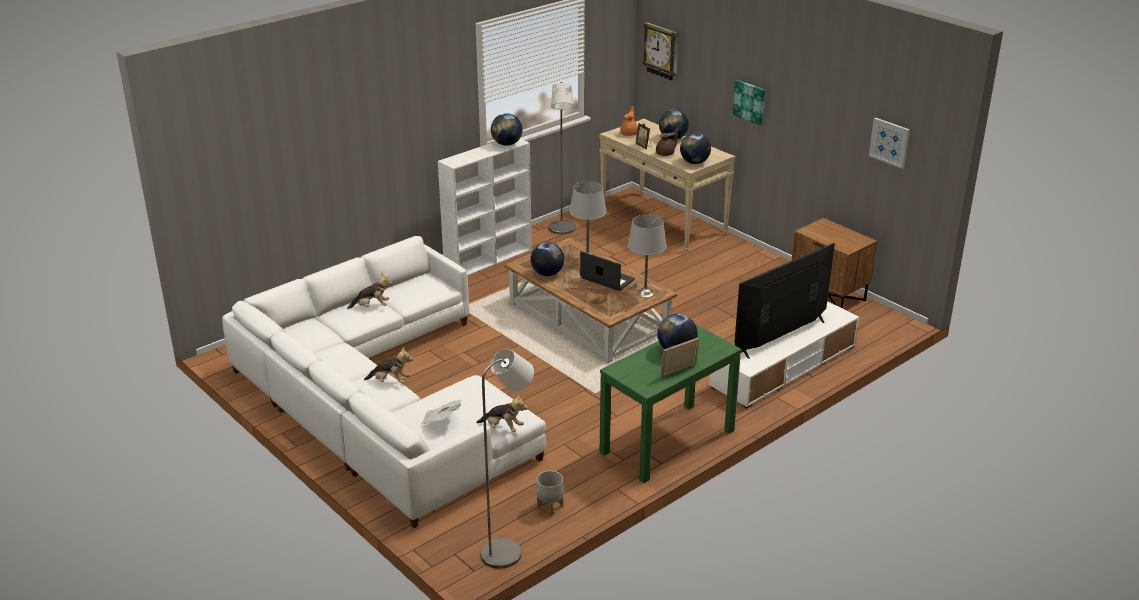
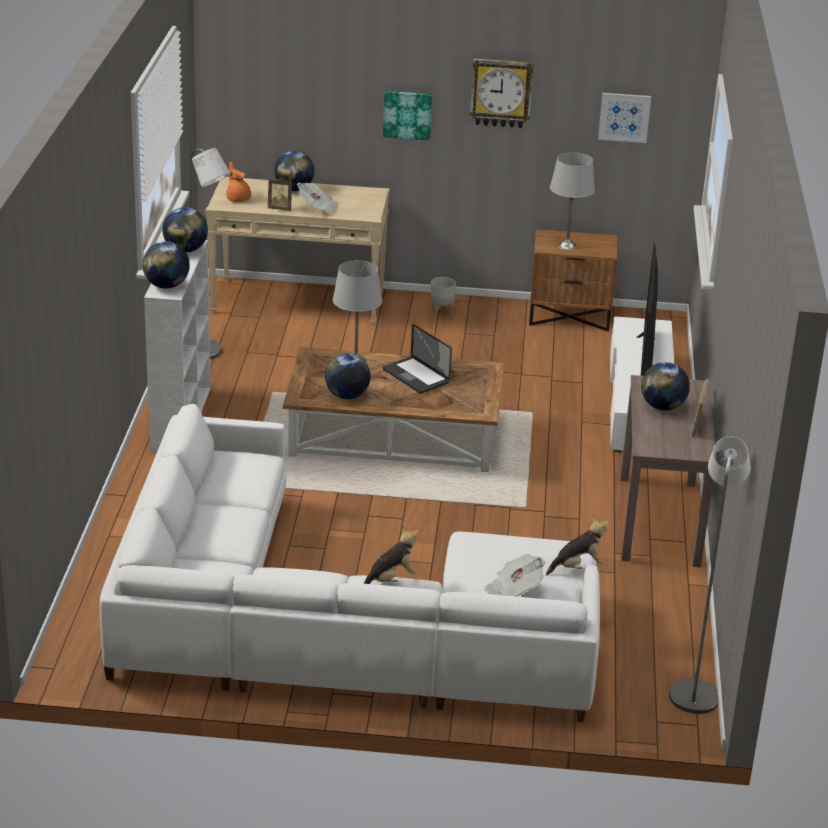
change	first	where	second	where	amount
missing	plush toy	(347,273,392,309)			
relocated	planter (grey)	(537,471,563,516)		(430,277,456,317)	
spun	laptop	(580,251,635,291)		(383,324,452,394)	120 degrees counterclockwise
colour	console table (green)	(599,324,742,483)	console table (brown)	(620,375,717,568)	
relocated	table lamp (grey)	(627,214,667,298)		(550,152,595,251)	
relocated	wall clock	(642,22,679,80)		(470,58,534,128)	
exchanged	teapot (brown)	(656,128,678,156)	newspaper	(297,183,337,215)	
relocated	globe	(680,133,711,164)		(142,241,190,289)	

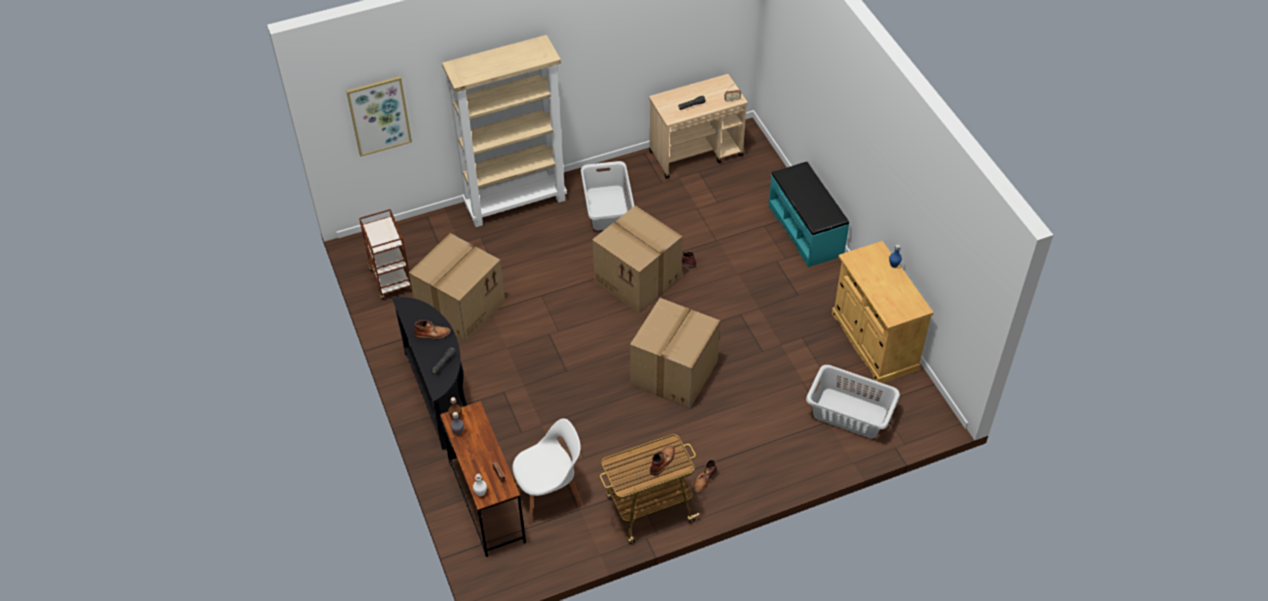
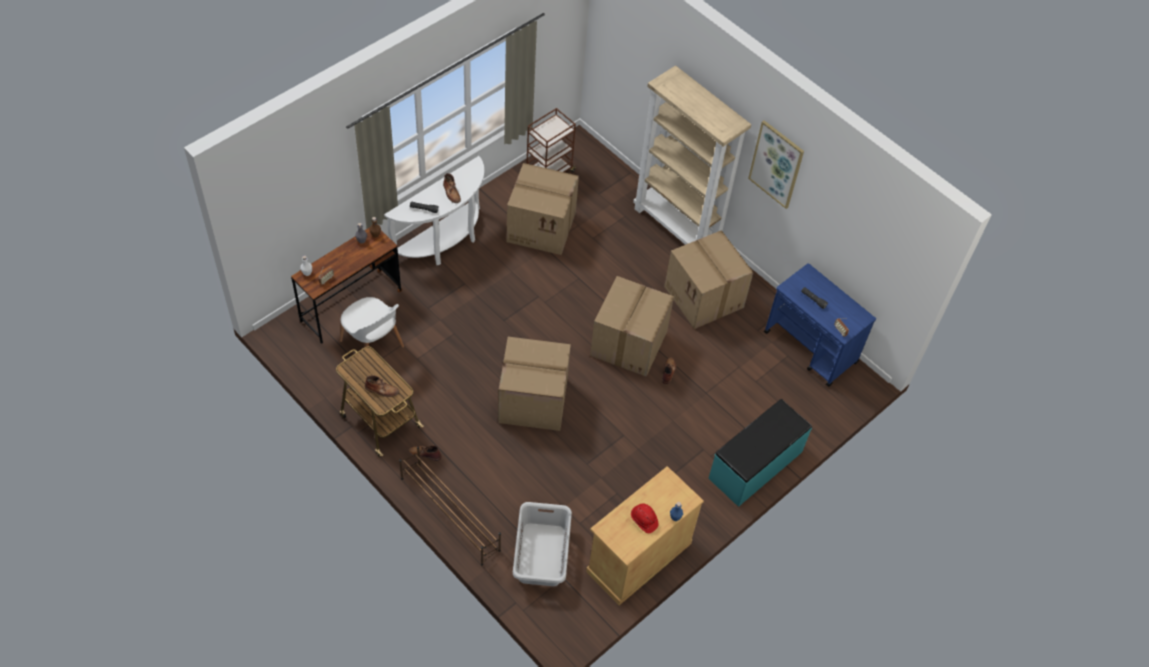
change	first	where	second	where	amount
relocated	picture	(346,76,412,157)		(748,120,804,209)	
colour	console table (black)	(392,297,467,450)	console table (white)	(384,156,484,265)	
exchanged	laundry basket (grey)	(581,161,634,230)	cardboard box	(664,230,754,329)	
colour	cart (beige)	(649,74,748,179)	cart (blue)	(764,263,876,387)	
appeared			shoe rack (brown)	(399,447,501,565)	
appeared			hard hat (red)	(631,504,659,533)	

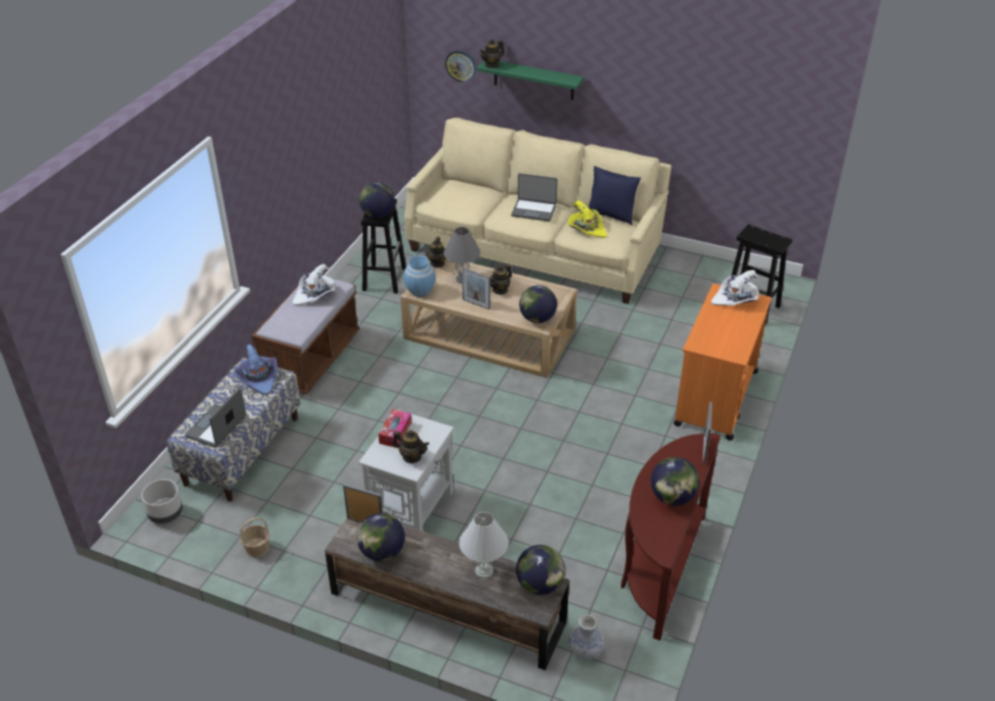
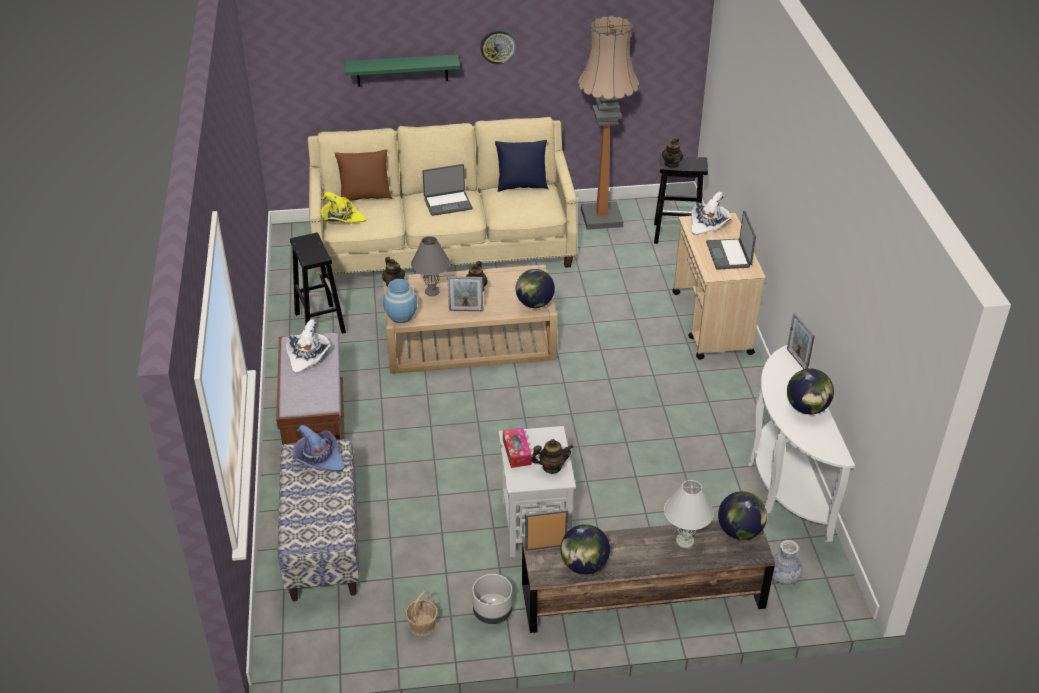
change	first	where	second	where	amount
relocated	planter (grey)	(141,479,183,524)		(472,574,512,624)	
relocated	laptop	(185,387,246,448)		(706,211,756,270)	
missing	globe	(359,182,395,218)			
relocated	wall clock	(445,50,476,82)		(480,30,516,64)	
relocated	teapot	(479,39,504,69)		(662,138,683,168)	
relocated	hat (yellow)	(568,200,607,238)		(321,192,366,224)	
colour	console table (brown)	(621,433,721,641)	console table (white)	(748,345,855,542)	
colour	cart (orange)	(674,284,771,441)	cart (beige)	(672,213,765,360)	
appeared			pillow (brown)	(334,149,392,201)	
appeared			floor lamp	(578,15,639,230)	

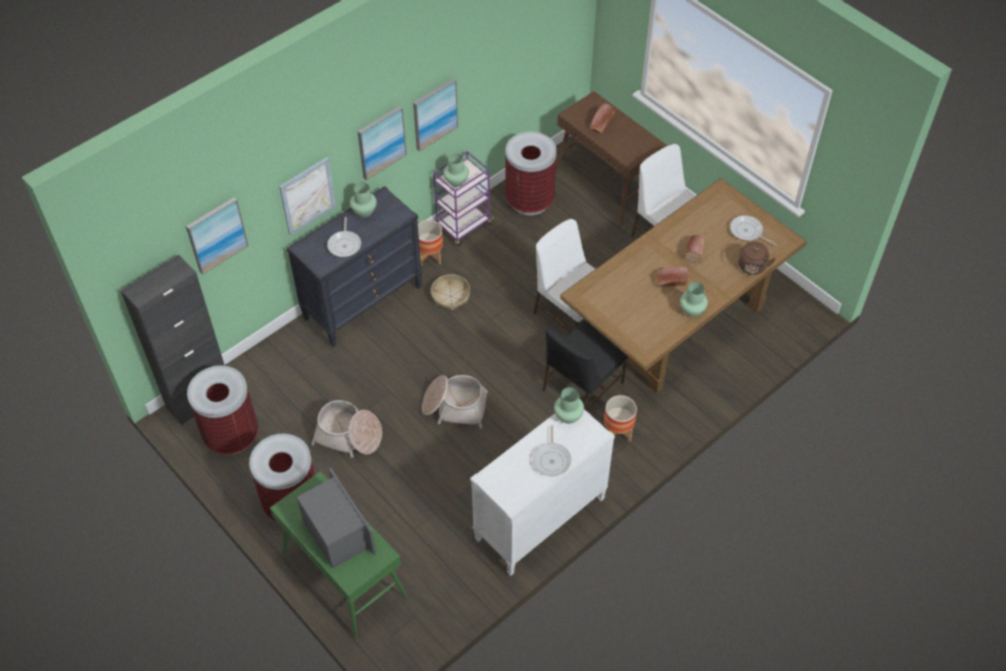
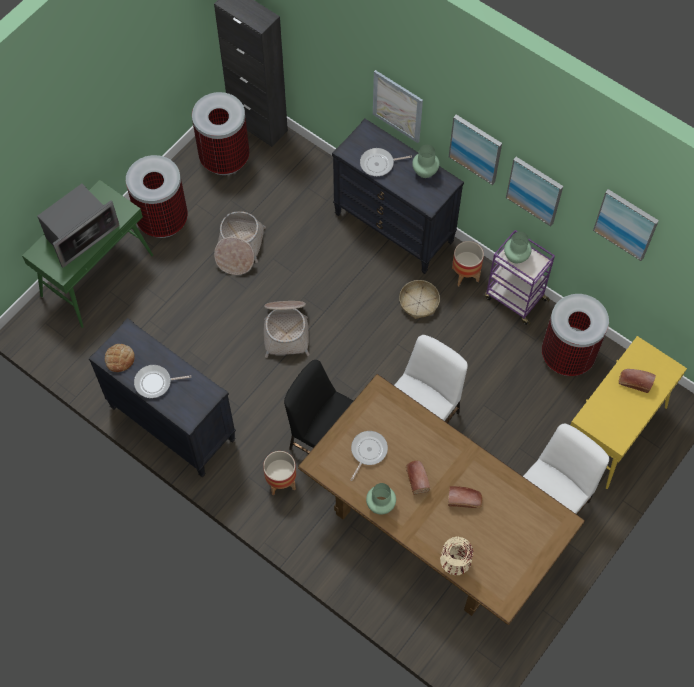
change	first	where	second	where	amount
relocated	picture	(186,197,248,275)		(593,189,659,261)	
colour	dresser (white)	(470,409,615,576)	dresser (black)	(88,318,236,478)	
missing	vase (green)	(554,387,584,424)			
colour	console table (brown)	(556,91,667,225)	console table (yellow)	(570,336,687,489)	
relocated	frying pan	(730,215,777,246)		(350,431,388,481)	
exchanged	kettle (brown)	(738,241,776,275)	vase (beige)	(440,537,473,575)	
appeared			bread	(105,344,135,372)	

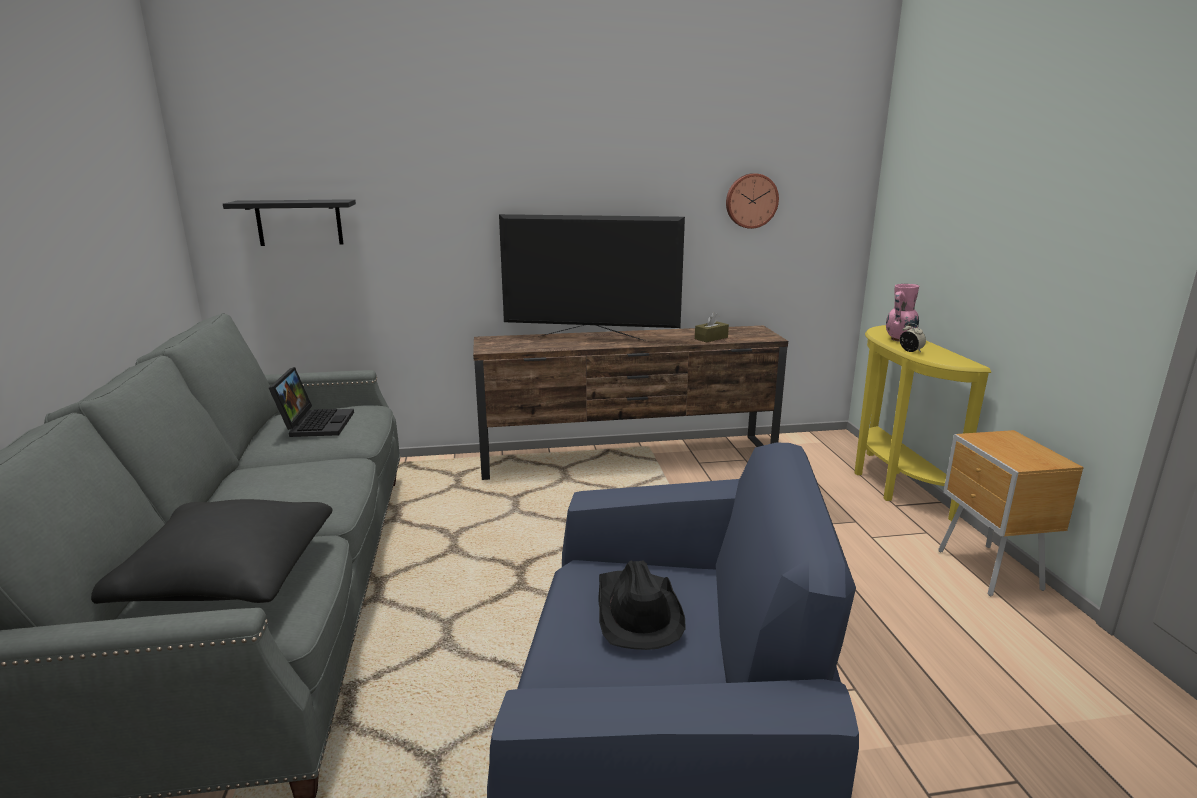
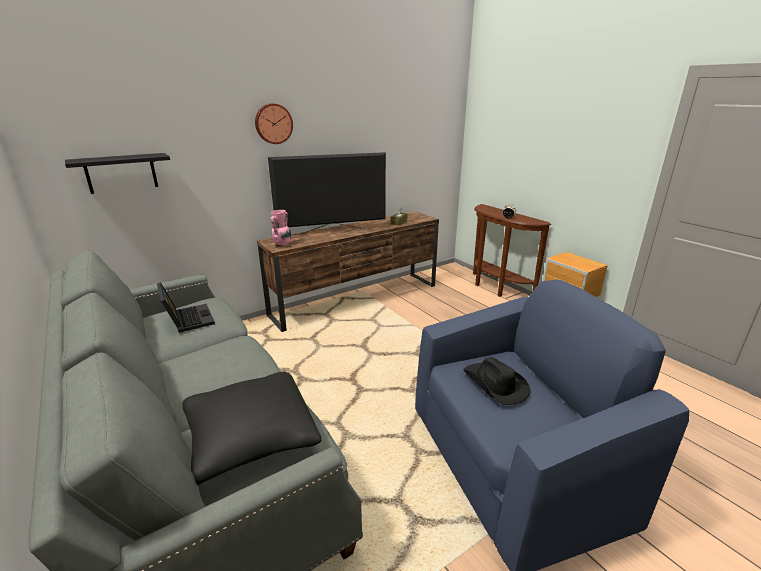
change	first	where	second	where	amount
relocated	wall clock	(726,173,779,229)		(255,104,293,144)	
colour	console table (yellow)	(854,325,991,521)	console table (brown)	(473,204,551,297)	
relocated	vase (pink)	(886,284,919,342)		(271,210,291,247)	

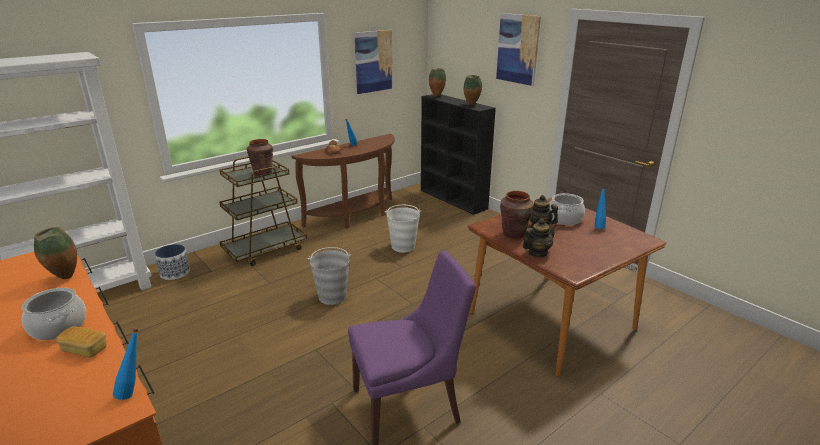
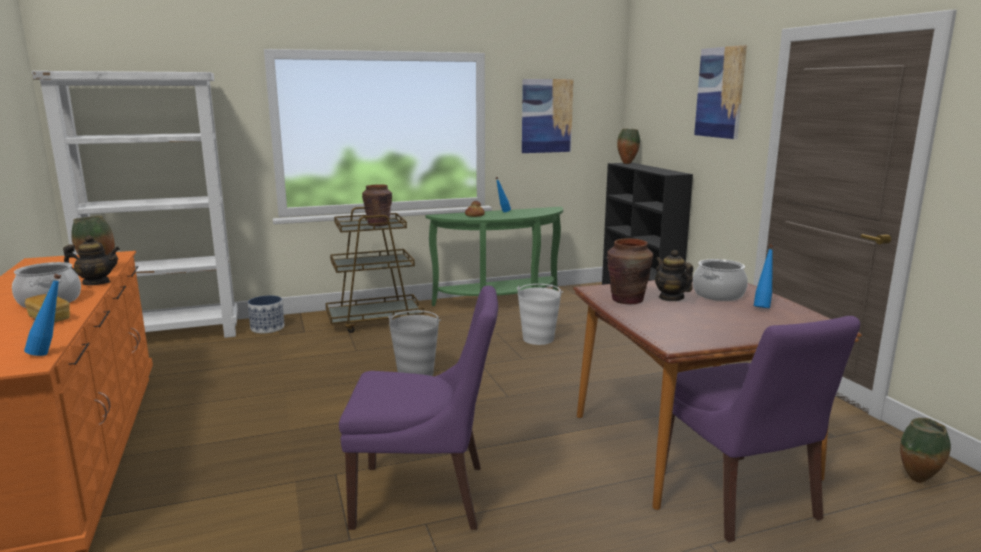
change	first	where	second	where	amount
colour	console table (brown)	(292,134,395,229)	console table (green)	(425,207,563,306)	
relocated	vase	(464,75,482,105)		(900,418,951,483)	
relocated	teapot	(523,219,557,257)		(63,235,120,285)	
appeared			chair (purple)	(665,316,860,542)	

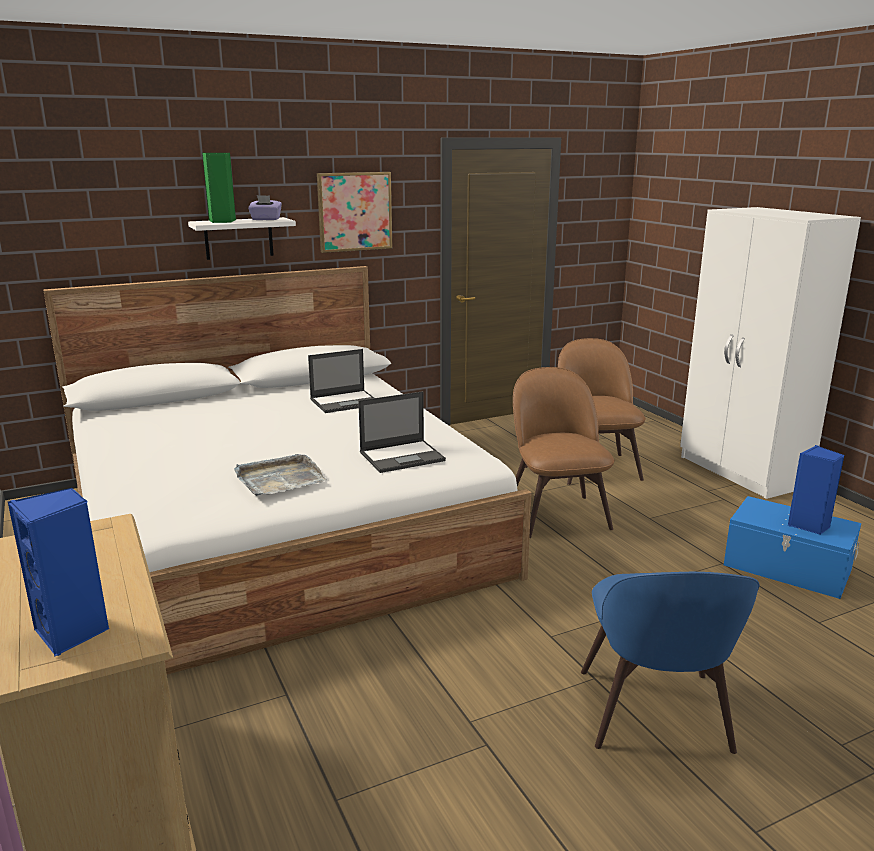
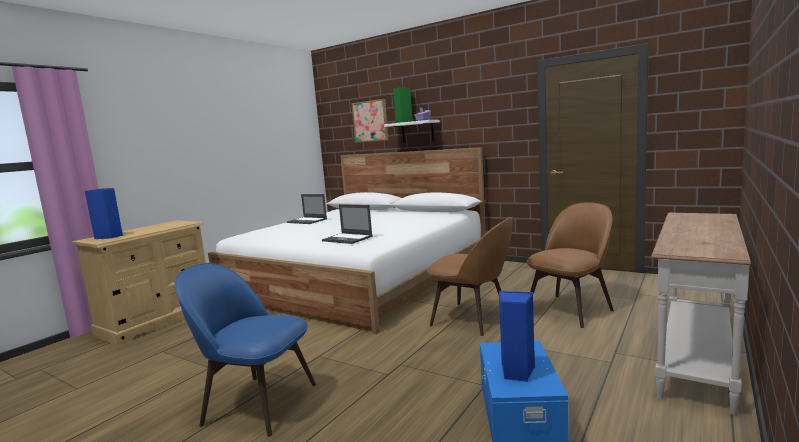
change	first	where	second	where	amount
missing	tray (grey)	(234,454,326,496)			
relocated	laptop	(308,349,374,413)		(287,194,327,224)	
relocated	picture	(317,172,392,253)		(351,99,388,143)	
spun	chair (brown)	(513,367,615,538)		(427,217,512,336)	75 degrees clockwise
spun	chair (blue)	(581,572,760,754)		(174,263,316,437)	45 degrees clockwise
exchanged	wardrobe (white)	(680,207,861,499)	console table (white)	(651,213,751,415)	

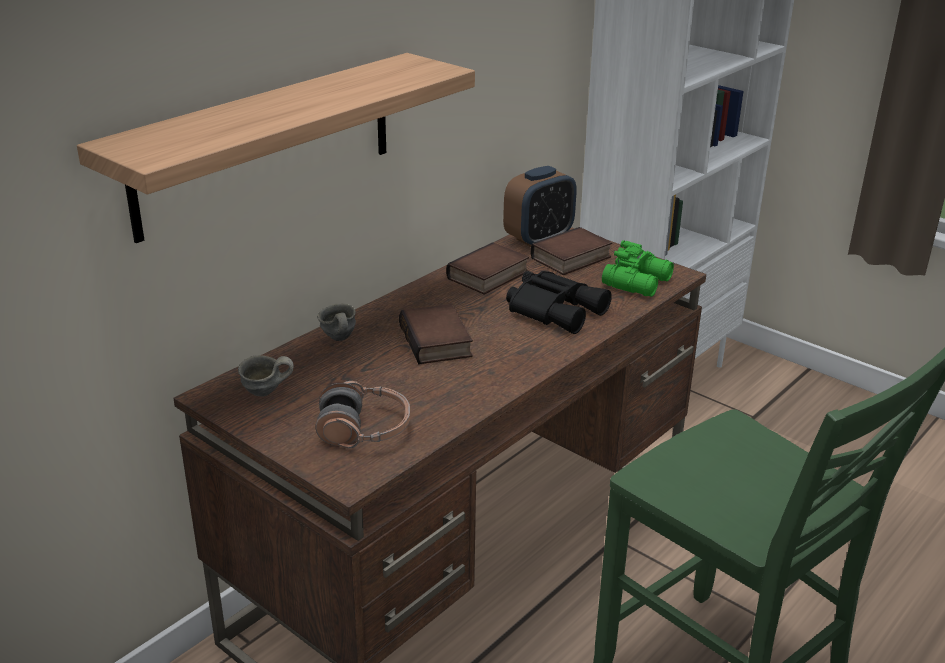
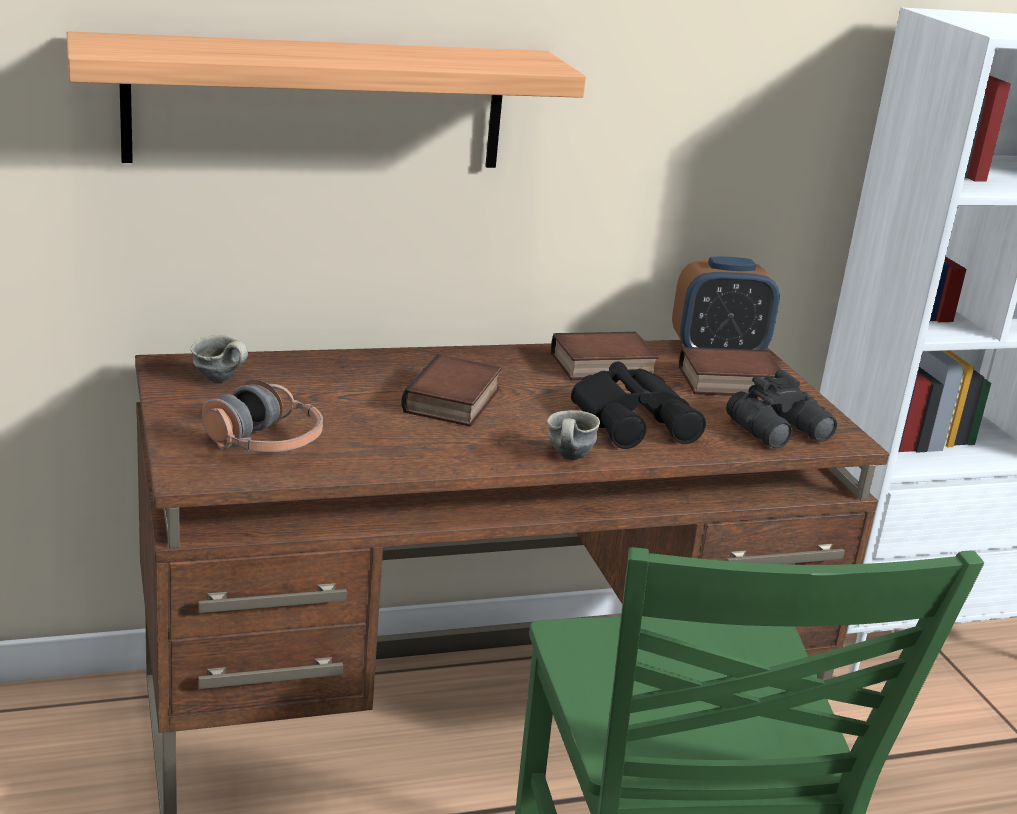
change	first	where	second	where	amount
relocated	mug (grey)	(317,303,356,341)		(547,410,600,460)	
colour	binoculars (green)	(602,240,674,297)	binoculars (black)	(726,369,837,448)	

